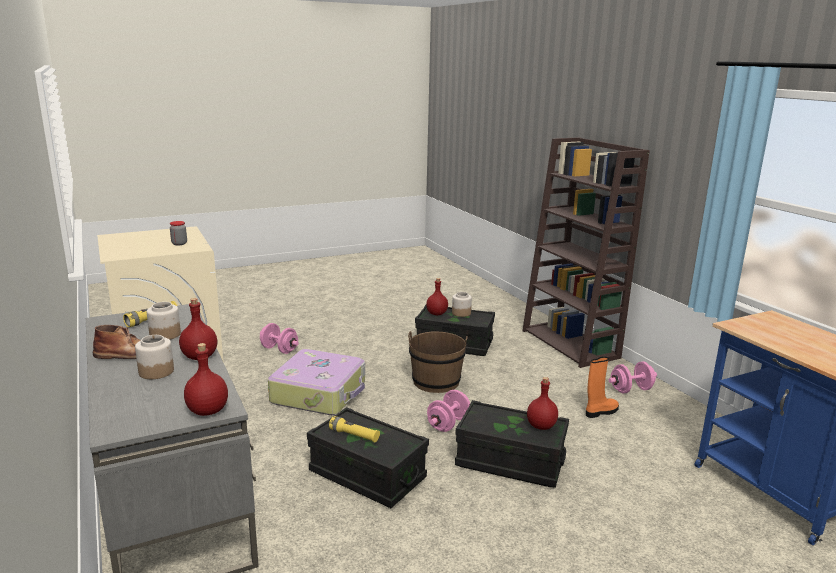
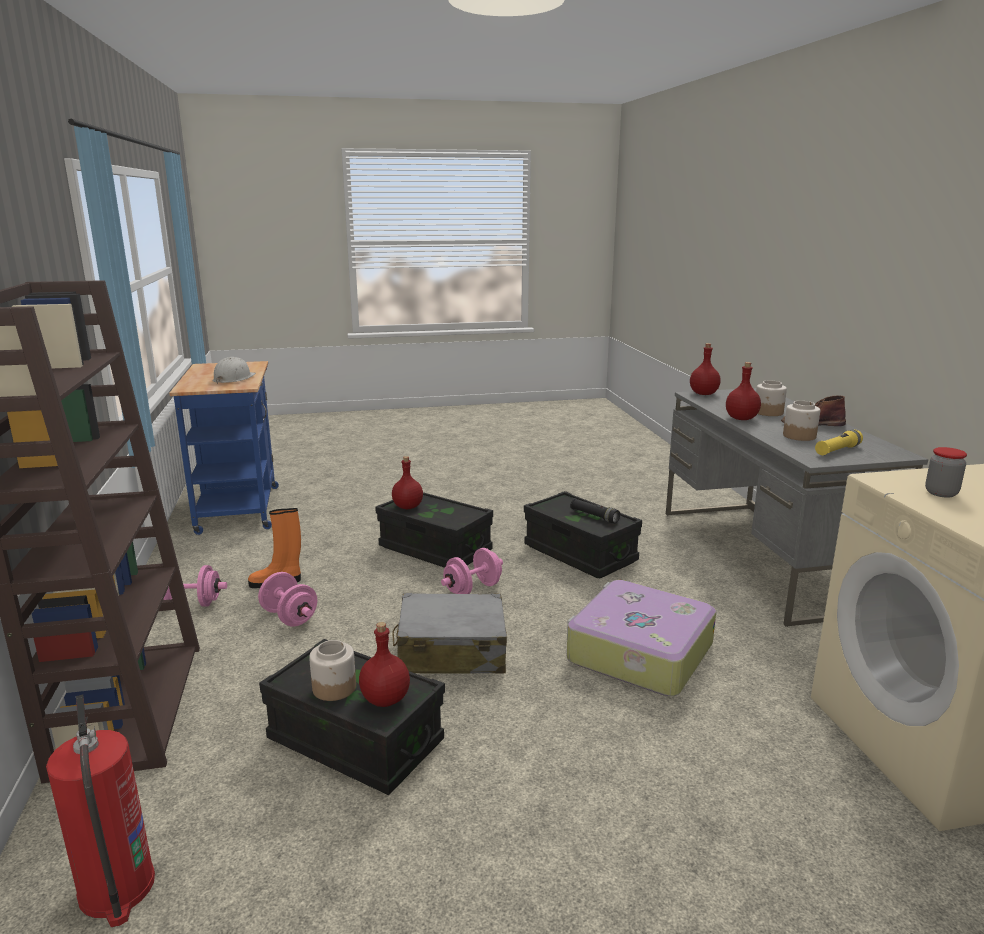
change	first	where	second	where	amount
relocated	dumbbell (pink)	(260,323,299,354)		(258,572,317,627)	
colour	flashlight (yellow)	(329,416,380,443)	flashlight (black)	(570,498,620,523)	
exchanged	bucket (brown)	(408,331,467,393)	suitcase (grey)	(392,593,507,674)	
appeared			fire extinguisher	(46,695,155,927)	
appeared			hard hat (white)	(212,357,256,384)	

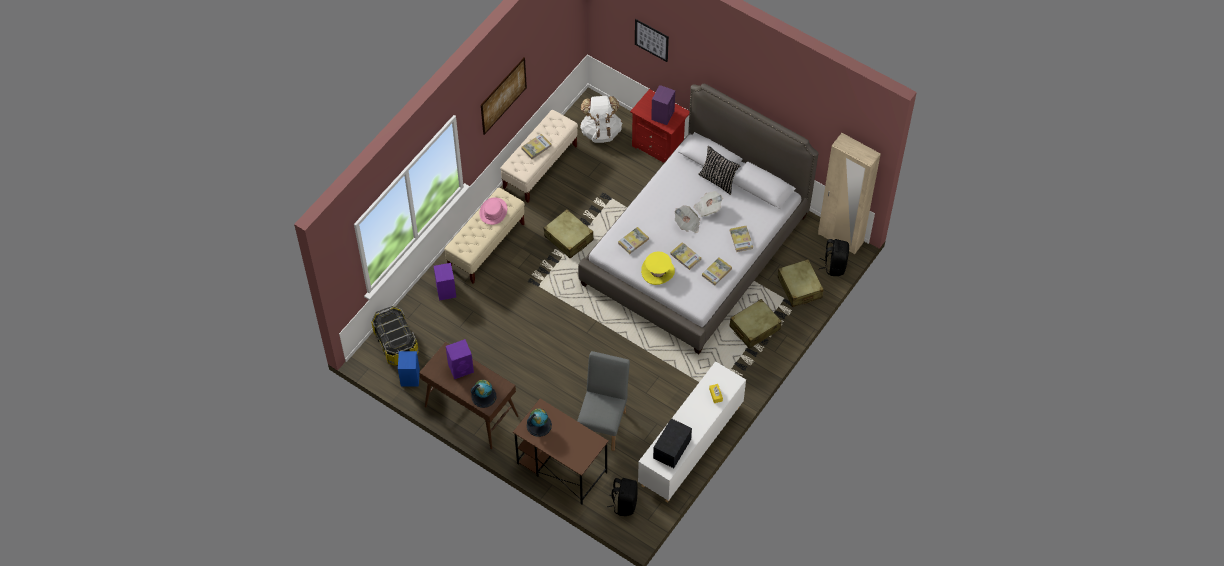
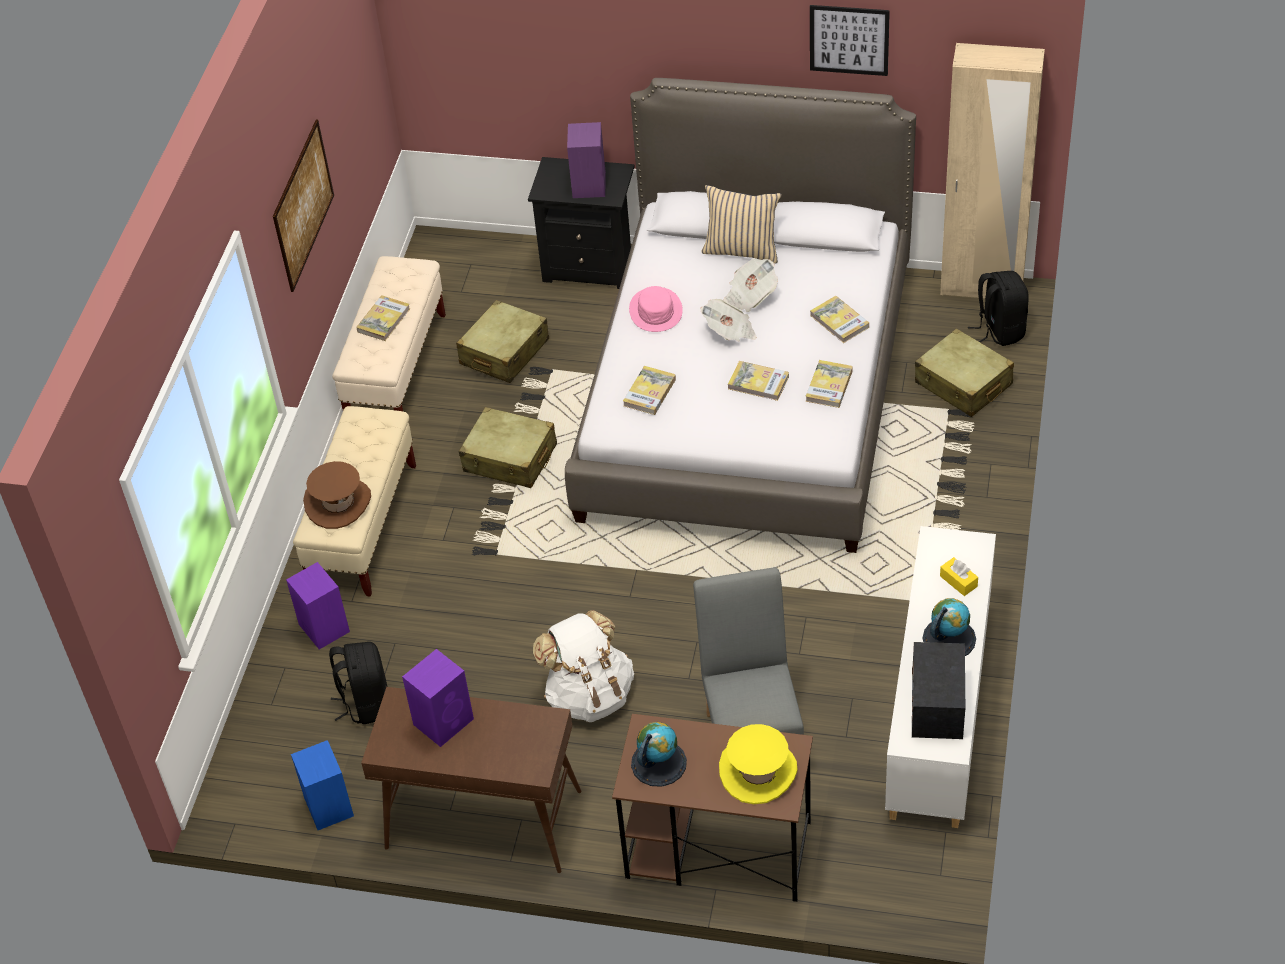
change	first	where	second	where	amount
missing	storage box	(371,306,419,366)			
relocated	globe	(471,380,497,408)		(923,598,976,656)	
relocated	hat (pink)	(479,197,507,225)		(629,286,683,332)	
relocated	backpack (white)	(580,96,623,143)		(533,610,634,722)	
relocated	backpack (black)	(607,478,638,516)		(329,642,388,724)	
colour	nightstand (red)	(630,89,689,163)	nightstand (black)	(528,157,635,289)	
relocated	picture	(635,19,669,62)		(810,5,890,76)	
relocated	hat (yellow)	(641,251,675,285)		(719,724,798,804)	
colour	pillow (black)	(698,146,740,195)	pillow (beige)	(701,185,782,263)	
relocated	suitcase (beige)	(729,299,782,349)		(456,300,549,383)	
appeared			hat (brown)	(303,461,371,529)	

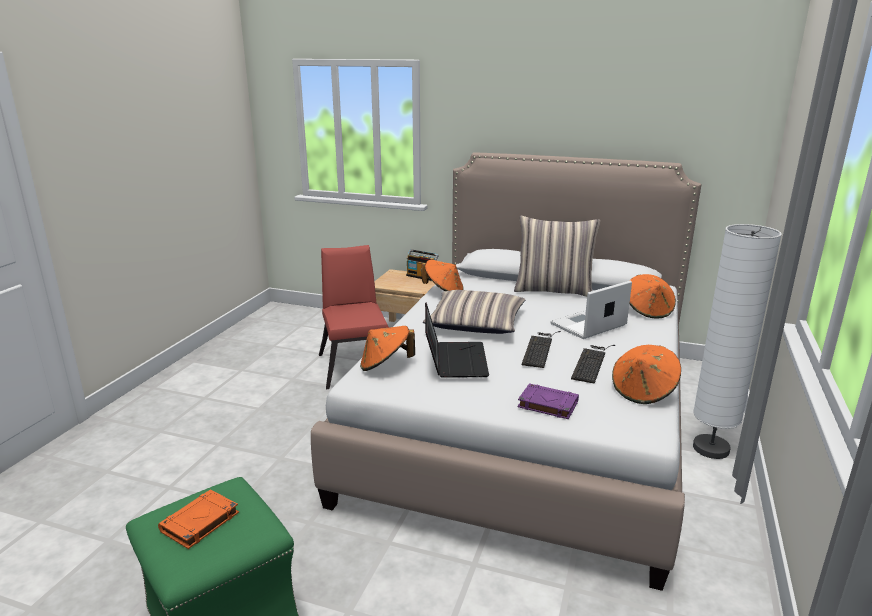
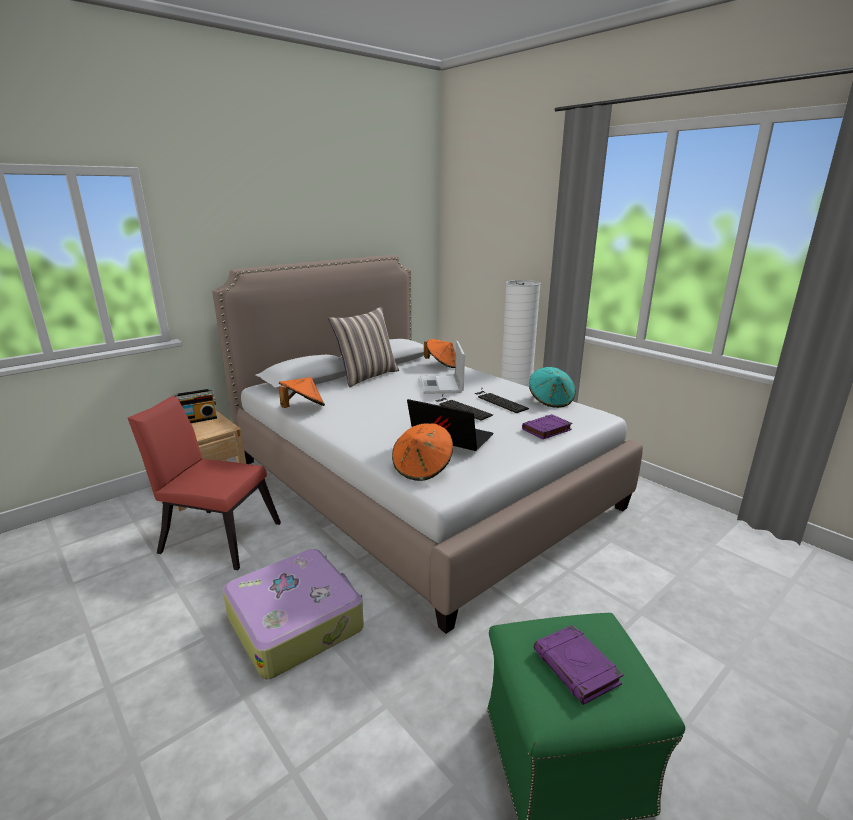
change	first	where	second	where	amount
colour	book (orange)	(158,489,239,549)	book (purple)	(534,625,624,705)	
missing	pillow	(423,290,525,334)			
colour	hat (orange)	(612,345,681,404)	hat (turquoise)	(529,367,576,408)	
appeared			suitcase	(222,549,364,679)	

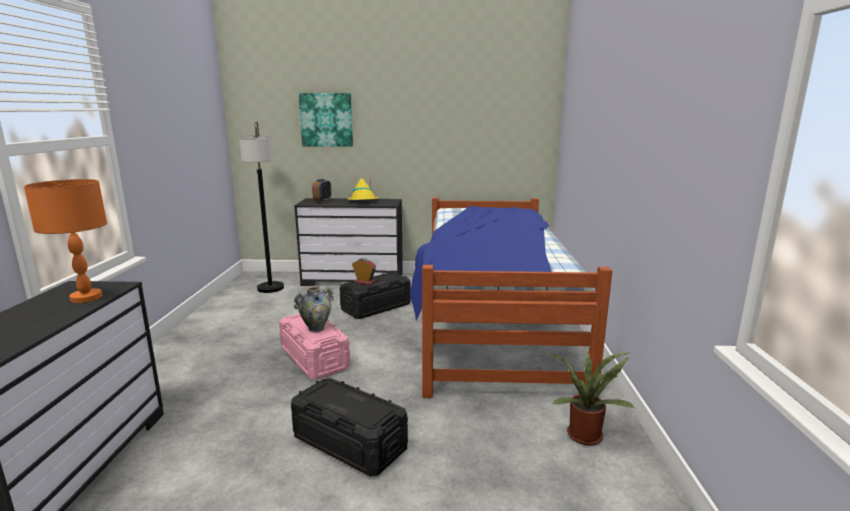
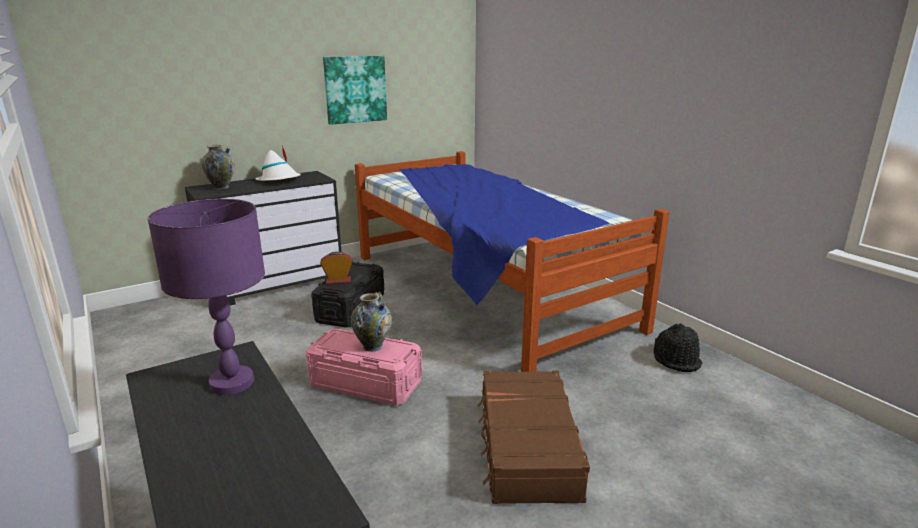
change	first	where	second	where	amount
colour	table lamp (orange)	(24,179,107,303)	table lamp (purple)	(148,199,265,395)	
missing	floor lamp	(239,122,284,293)			
exchanged	storage box (black)	(291,378,408,477)	suitcase (brown)	(477,370,590,504)	
relocated	picture	(299,93,353,147)		(323,56,387,125)	
exchanged	alarm clock	(312,179,331,202)	vase	(201,145,235,189)	
colour	hat (yellow)	(347,178,378,200)	hat (white)	(256,145,301,181)	
exchanged	potted plant	(544,351,636,446)	hat (black)	(654,323,702,372)	

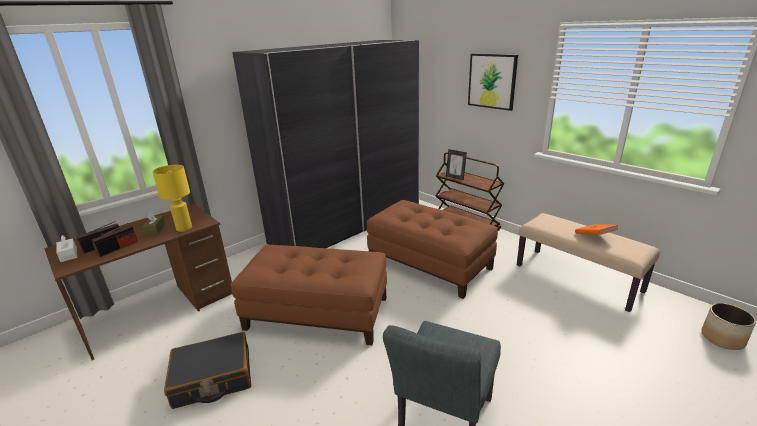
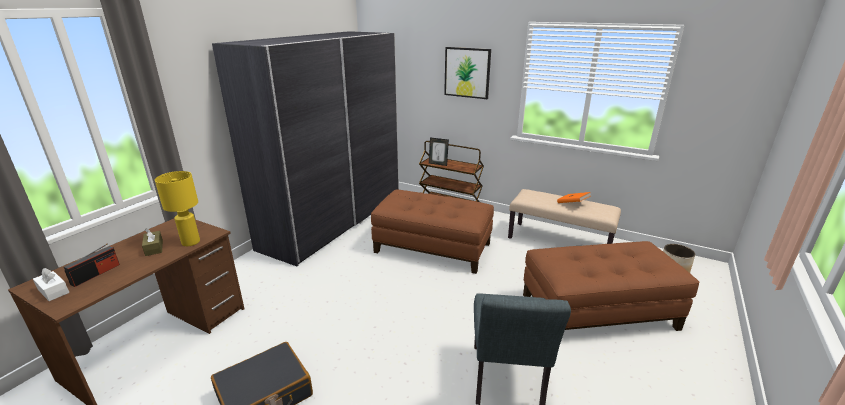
change	first	where	second	where	amount
missing	radio	(92,223,138,257)			
relocated	ottoman (brown)	(230,245,387,345)		(523,241,700,331)	

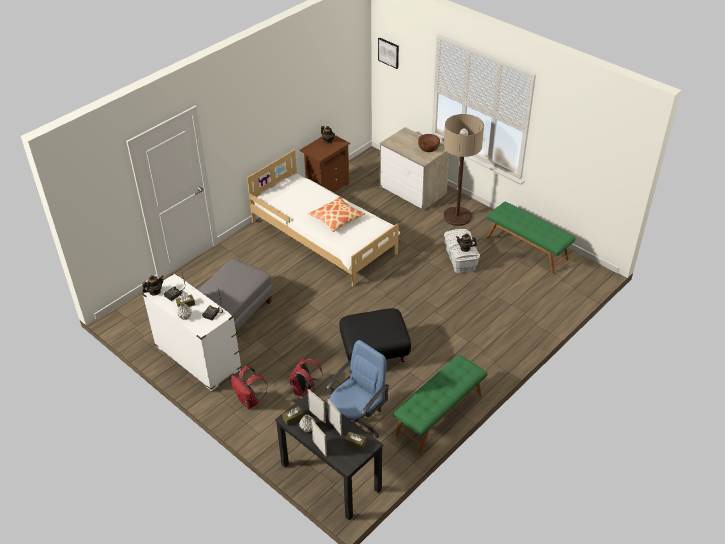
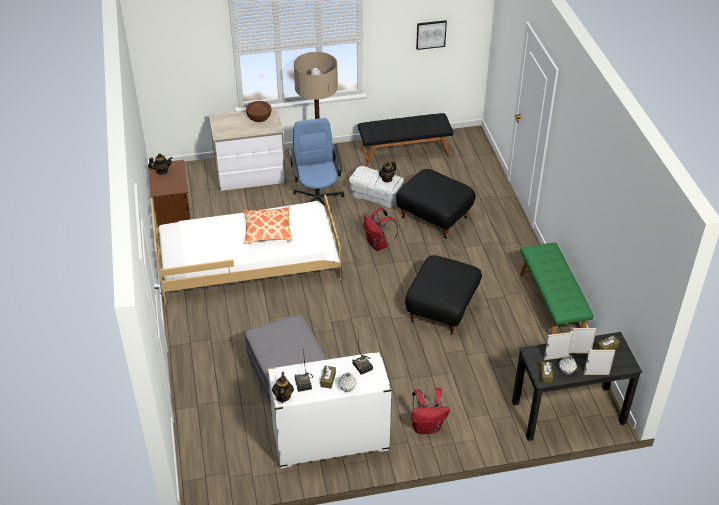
change	first	where	second	where	amount
relocated	backpack (red)	(289,357,323,397)		(363,207,398,251)	
relocated	office chair (blue)	(326,340,389,438)		(289,118,344,214)	
relocated	picture	(378,37,399,69)		(416,20,447,50)	
colour	bench (green)	(487,201,576,274)	bench (black)	(358,113,454,167)	
appeared			ottoman (black)	(396,169,475,239)	

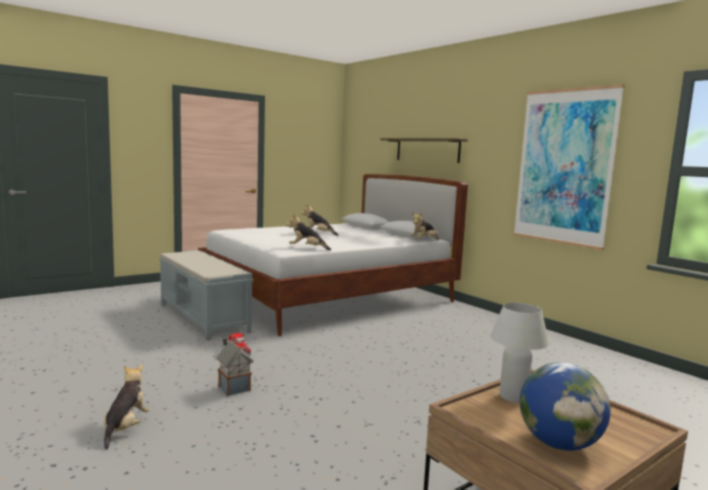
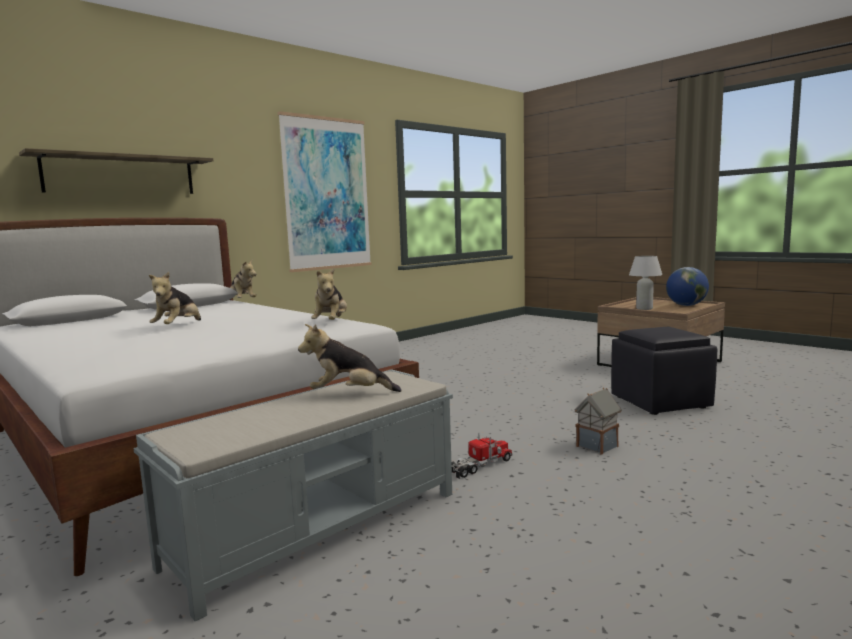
change	first	where	second	where	amount
relocated	plush toy	(104,364,150,450)		(298,324,402,392)	
appeared			ottoman (black)	(611,327,717,415)	

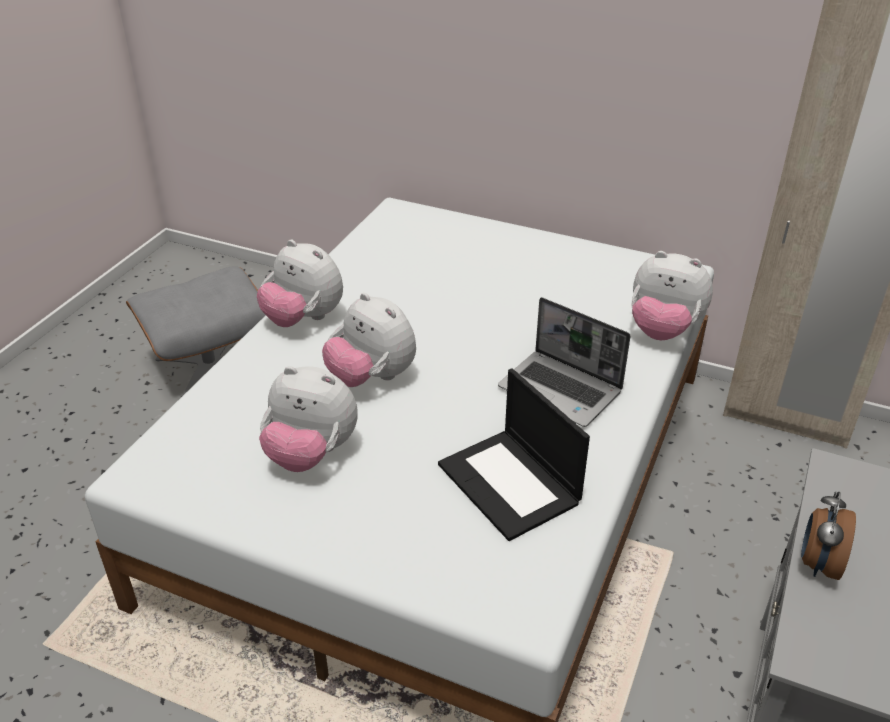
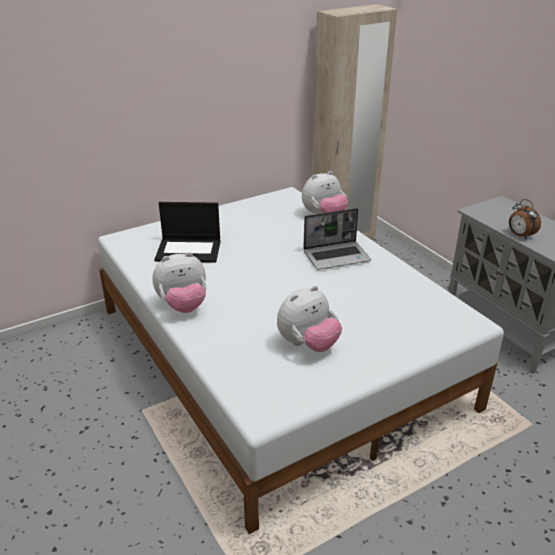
change	first	where	second	where	amount
missing	ottoman (grey)	(126,266,265,395)			
missing	plush toy	(322,293,416,387)			
relocated	laptop	(438,368,590,541)		(154,202,221,263)	

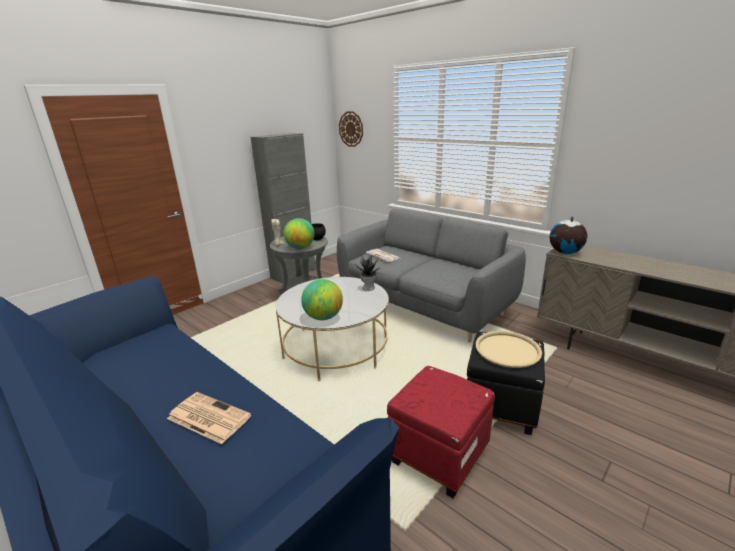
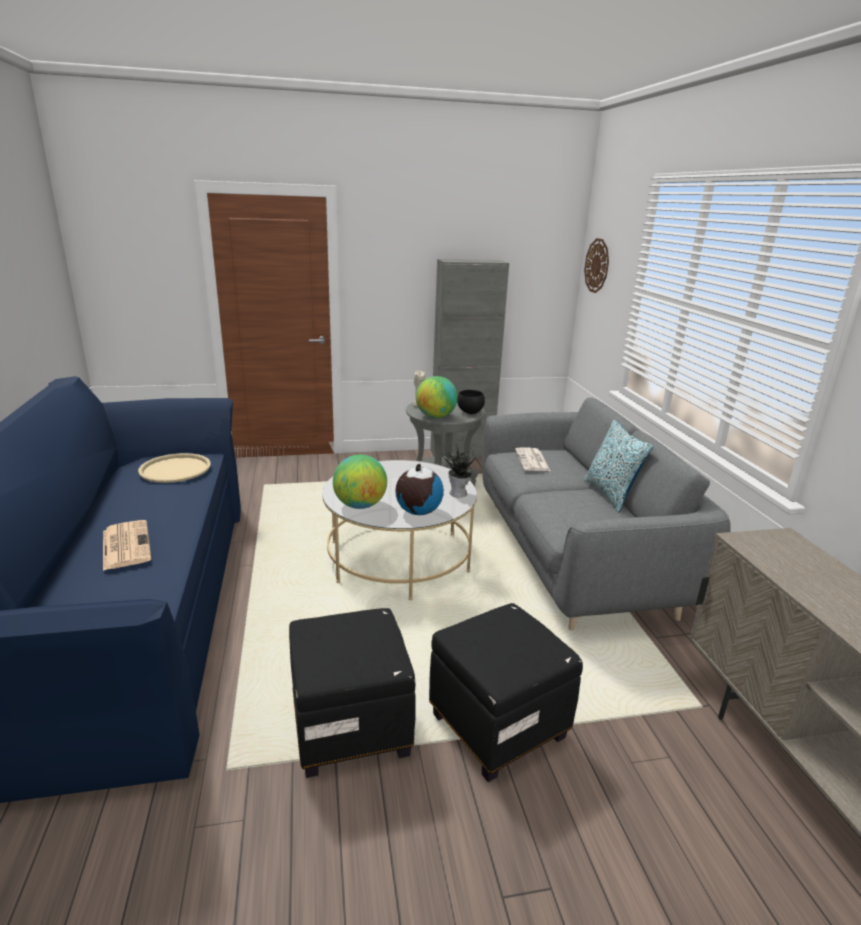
change	first	where	second	where	amount
colour	ottoman (red)	(387,366,495,498)	ottoman (black)	(289,608,416,778)	
relocated	tray (beige)	(476,331,542,368)		(138,453,211,483)	
relocated	globe	(549,216,587,254)		(395,464,444,515)	
appeared			pillow	(584,420,654,513)	

